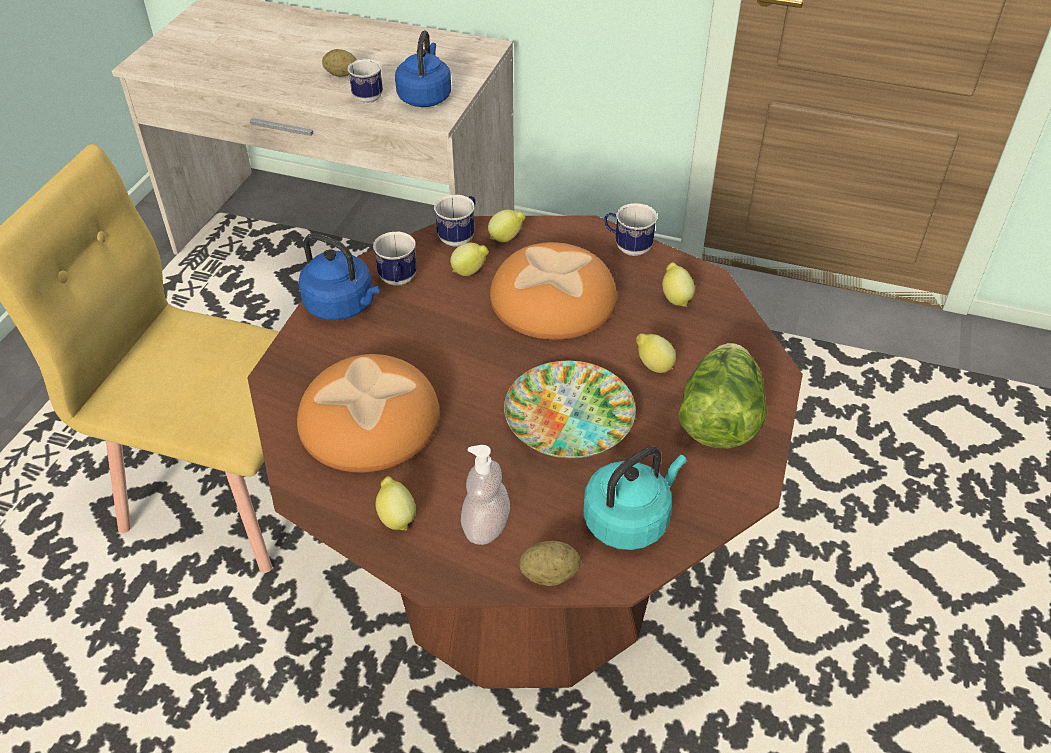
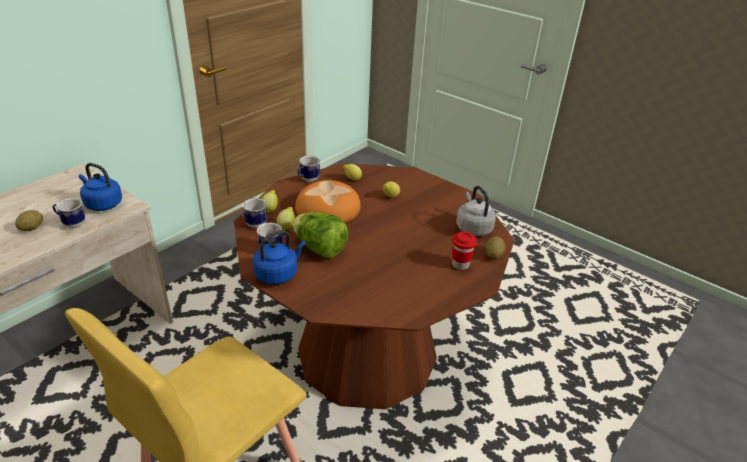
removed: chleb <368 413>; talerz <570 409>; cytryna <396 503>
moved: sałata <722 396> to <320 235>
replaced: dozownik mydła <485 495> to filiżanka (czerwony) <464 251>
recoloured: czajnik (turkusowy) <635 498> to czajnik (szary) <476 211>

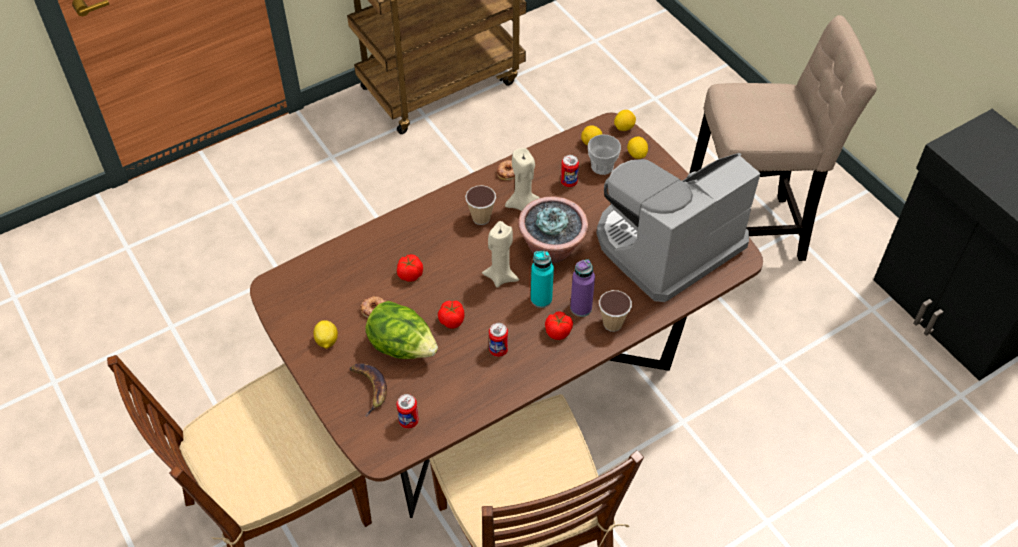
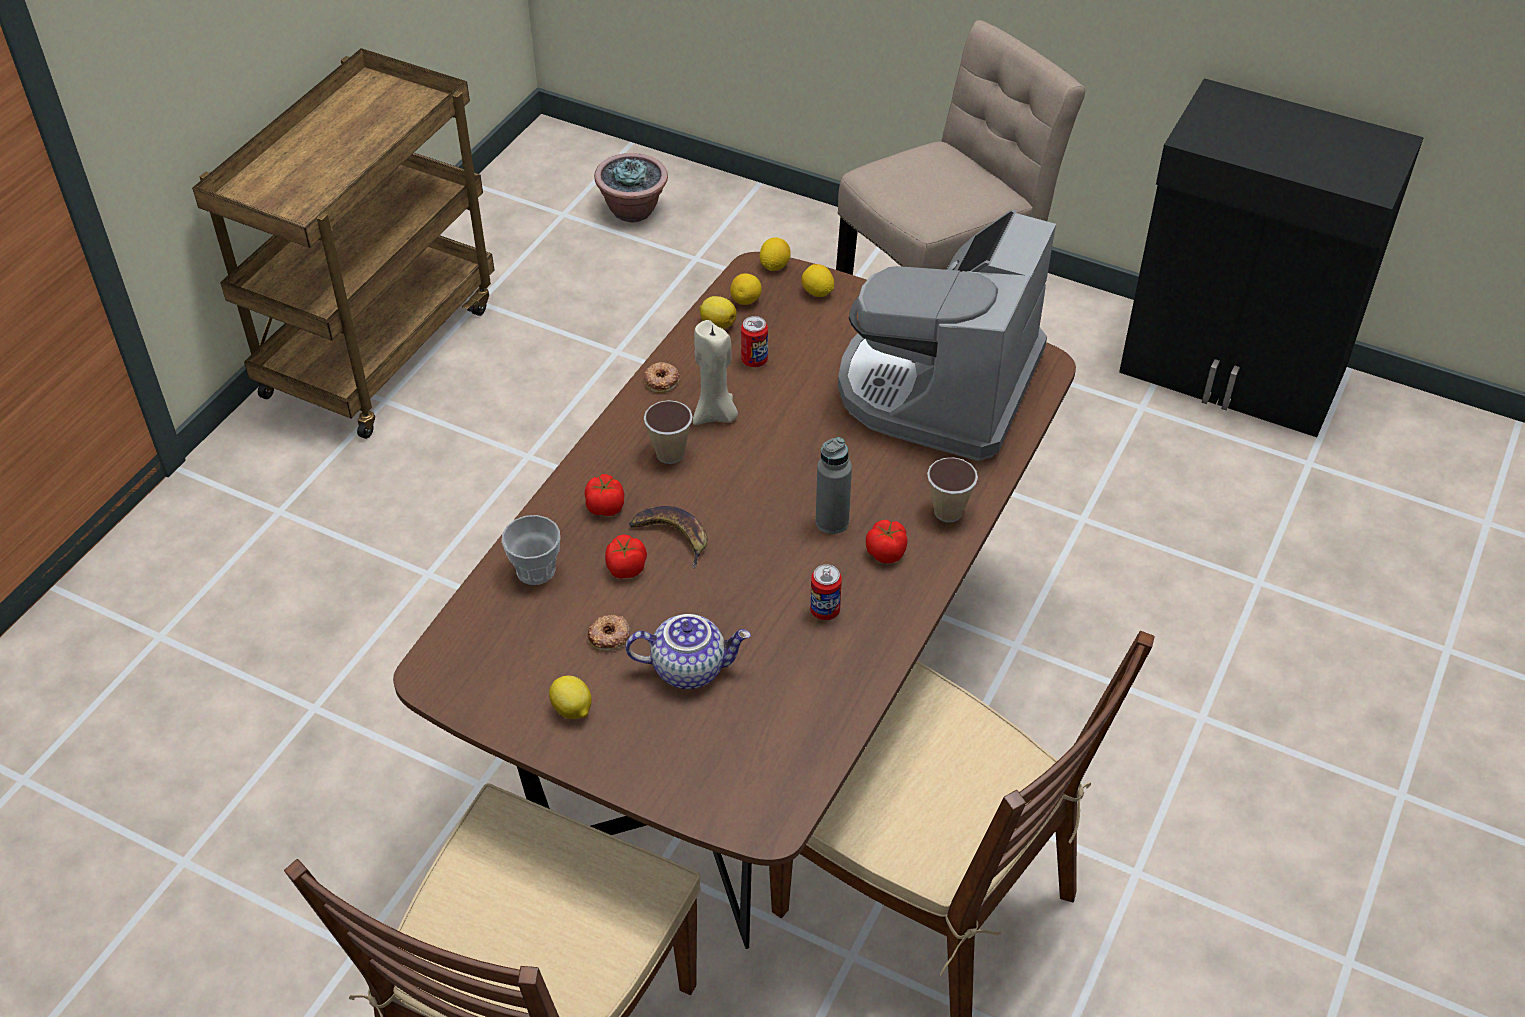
removed: świeca (beżowy) <500 254>; butelka (fioletowy) <582 288>; puszka <407 411>
added: cytryna <718 312>
moved: filiżanka <604 154> to <531 550>; roślina doniczkowa <553 229> to <631 188>; pomidor <451 314> to <604 495>; banan <368 390> to <668 537>
replaced: sałata <401 330> to imbryk <688 651>
recoloured: butelka (turkusowy) <542 279> to butelka (szary) <834 485>

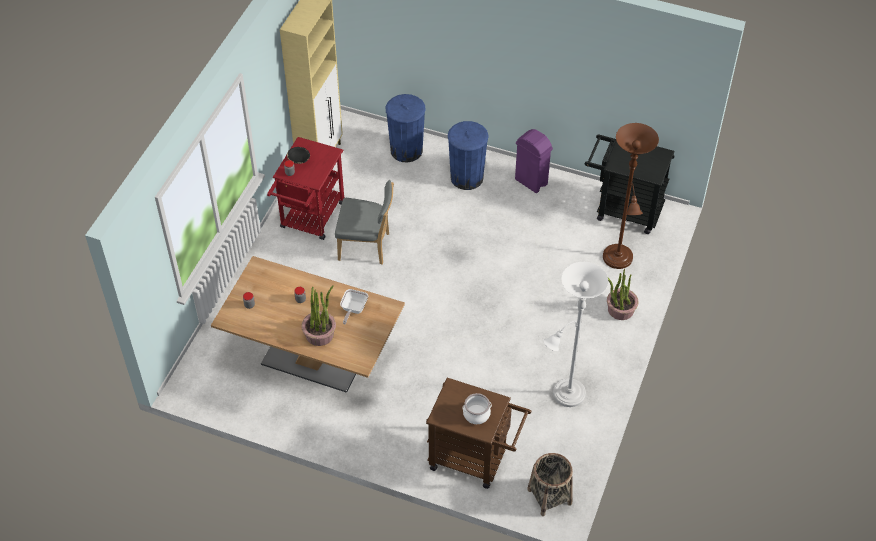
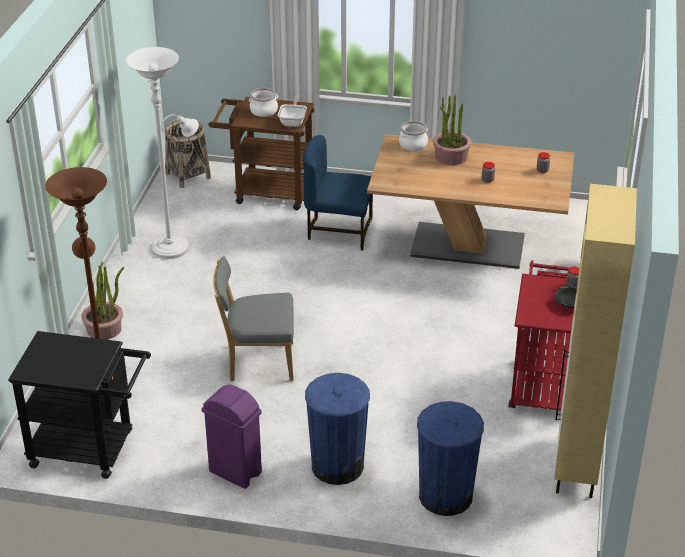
added: garnek <413 136>; krzesło (niebieski) <338 193>
moved: krzesło (szary) <364 222> to <253 318>; patelnia <354 306> to <292 111>

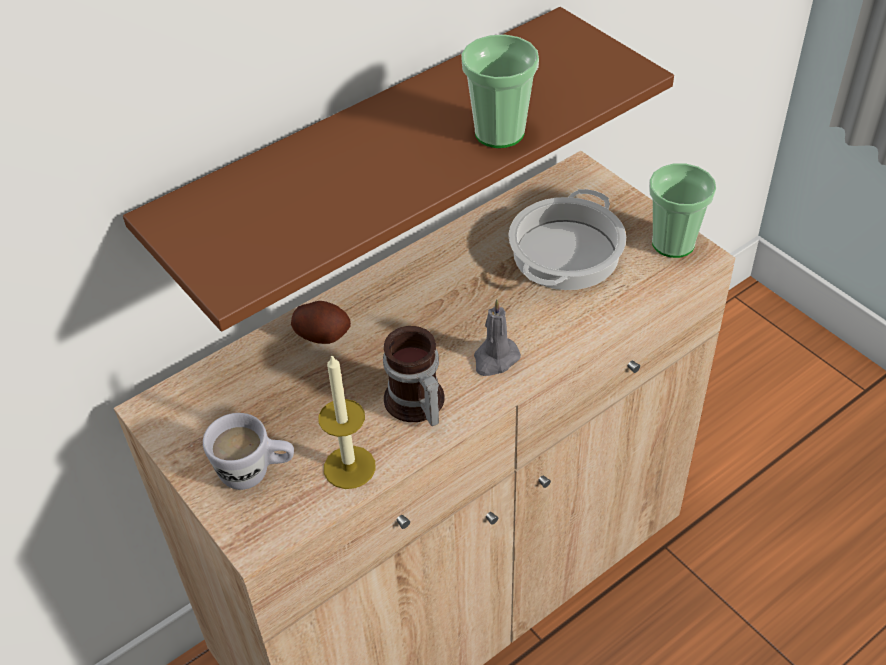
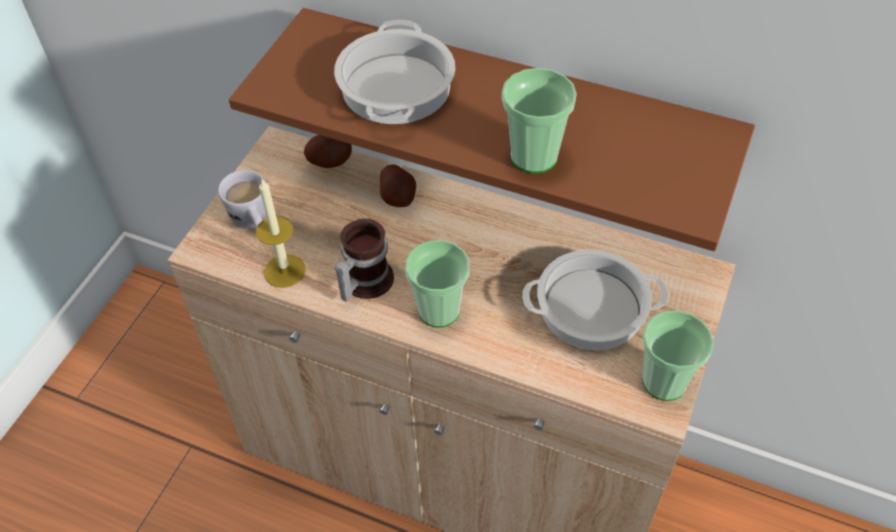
added: garnek <394 72>; ziemniak <328 151>
replaced: świeca (szary) <497 337> to filiżanka <437 283>

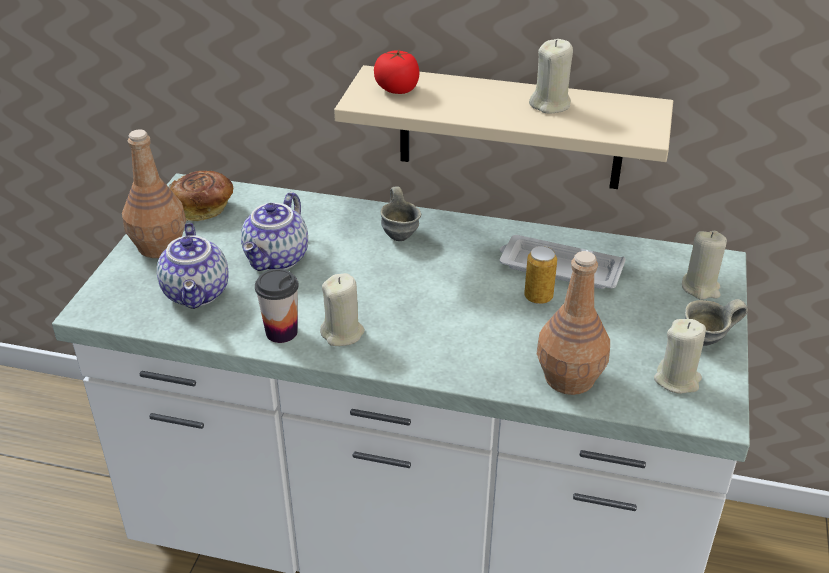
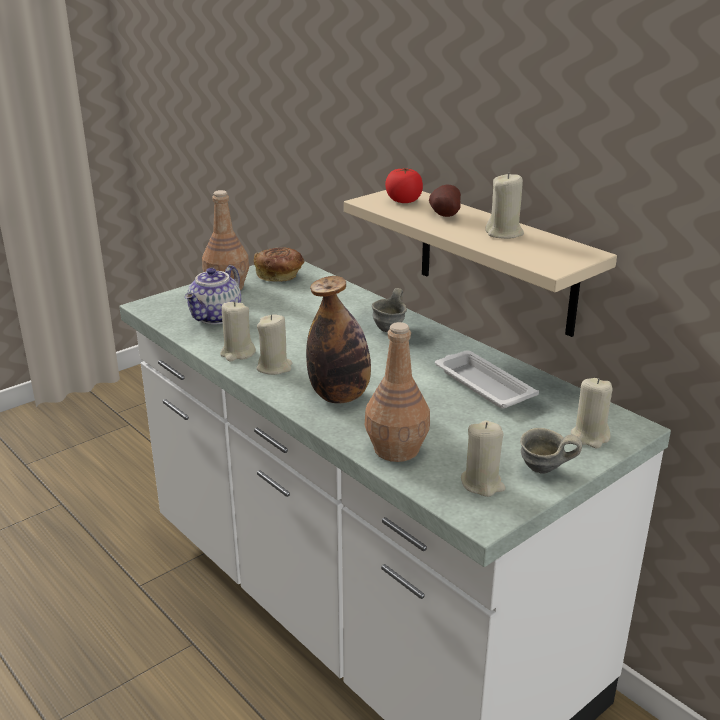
removed: imbryk <274 231>; puszka <540 275>
added: ziemniak <445 201>; butelka <338 340>
replaced: filiżanka <277 306> to świeca (beżowy) <238 331>

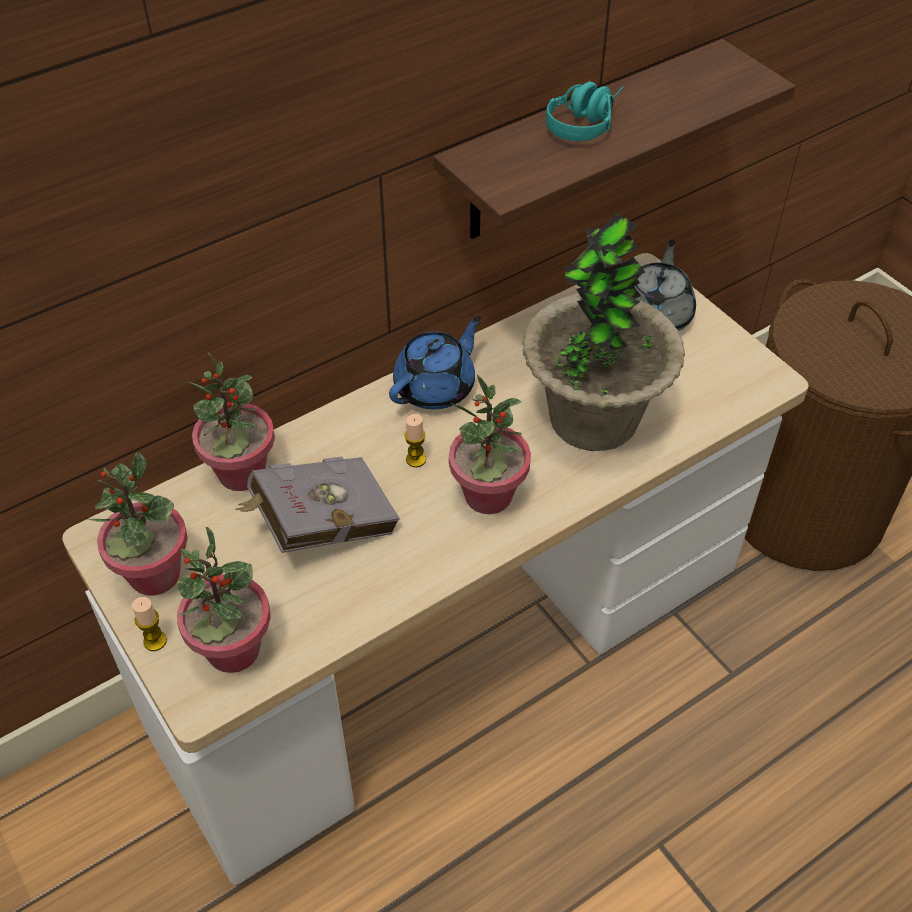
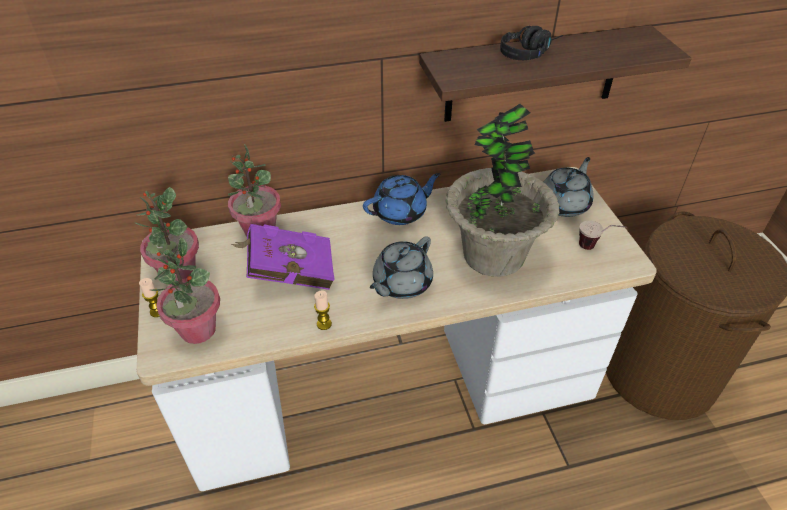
added: filiżanka <603 235>
moved: świeca <415 441> to <323 310>
replaced: roślina doniczkowa <490 444> to imbryk (szary) <401 267>
recoloured: słuchawki (turkusowy) <585 111> to słuchawki (czarny) <531 43>; książka (szary) <317 505> to książka (fioletowy) <283 257>

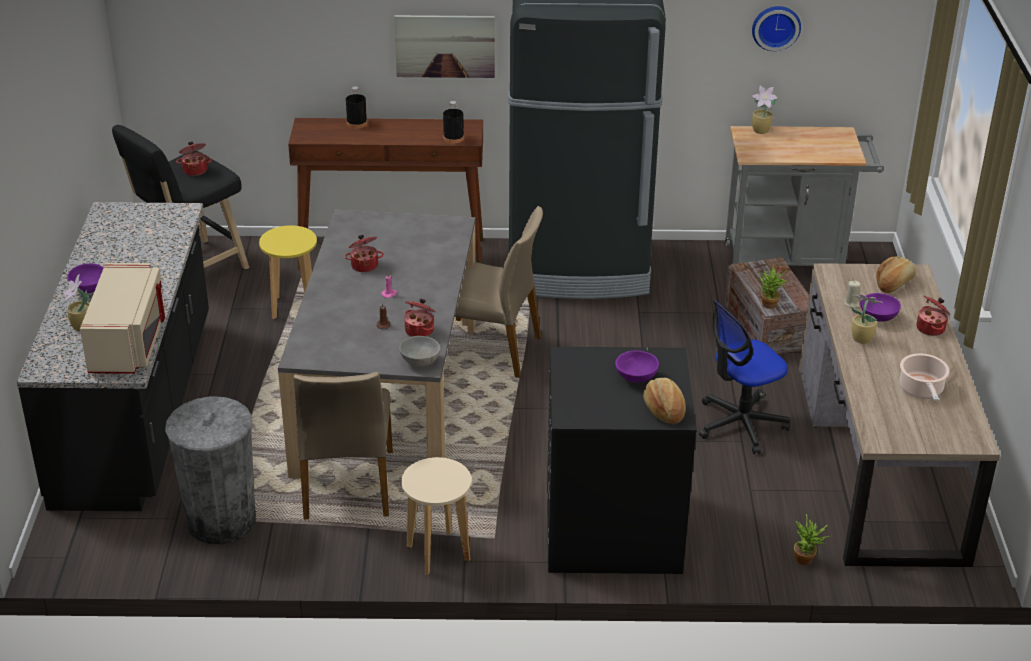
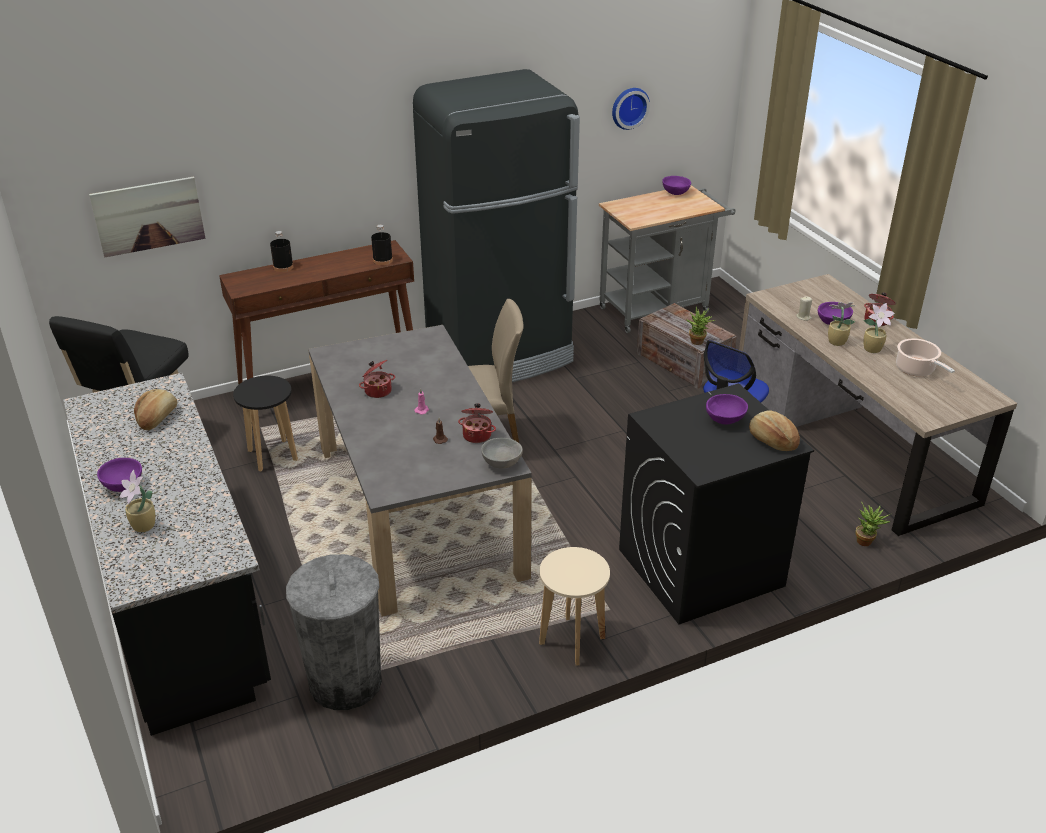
removed: garnek <194 158>; mikrofalówka (beżowy) <122 318>; krzesło (beżowy) <343 445>
added: miska (fioletowy) <676 185>
moved: obraz <444 46> to <147 217>; roślina doniczkowa <765 110> to <879 328>; chleb <896 274> to <155 409>
recoloured: stołek (żółty) <288 272> to stołek (czarny) <265 423>

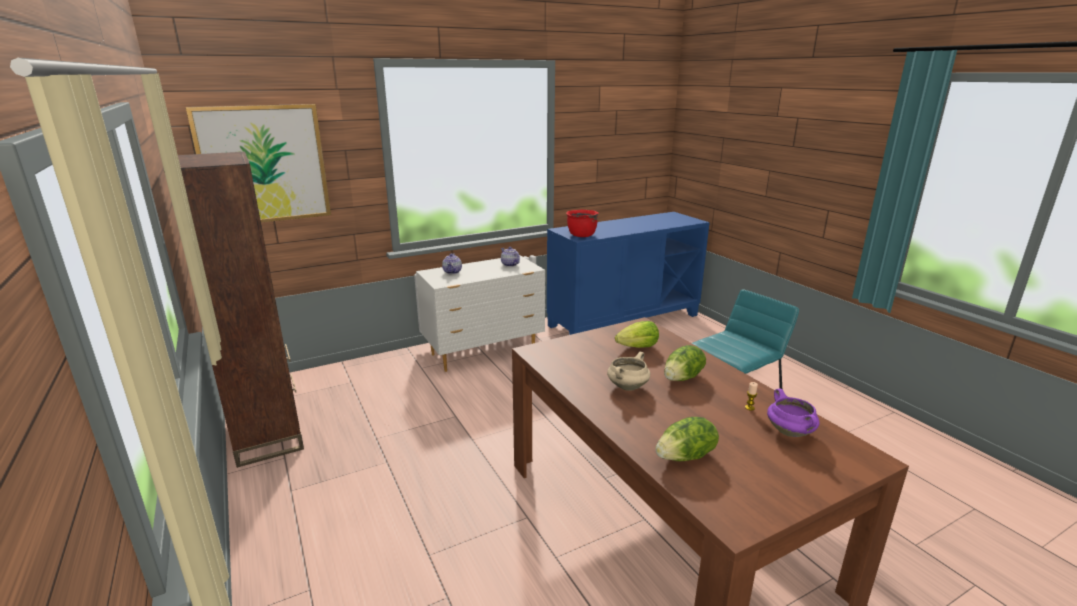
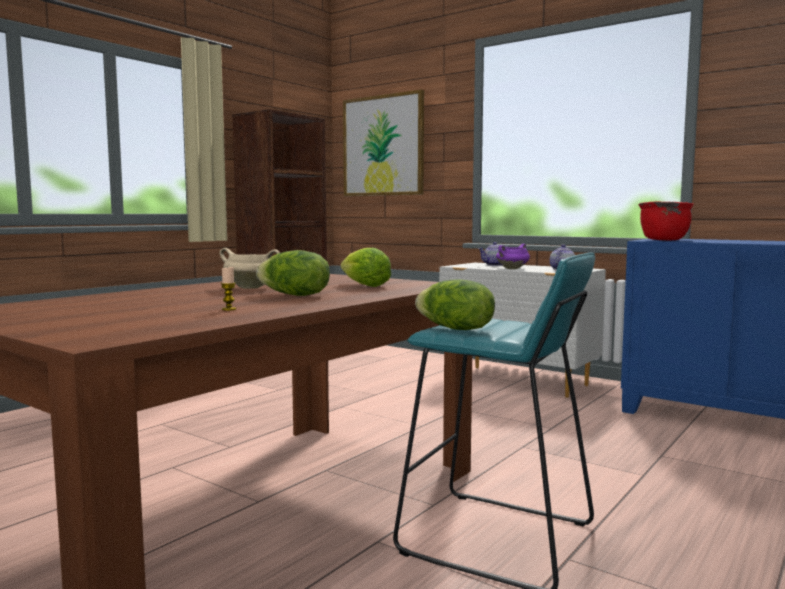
moved: garnek (fioletowy) <793 413> to <513 256>; sałata <687 439> to <455 304>

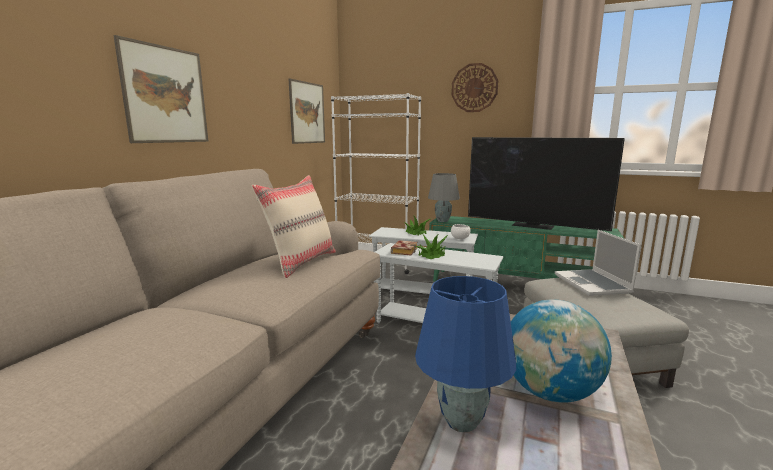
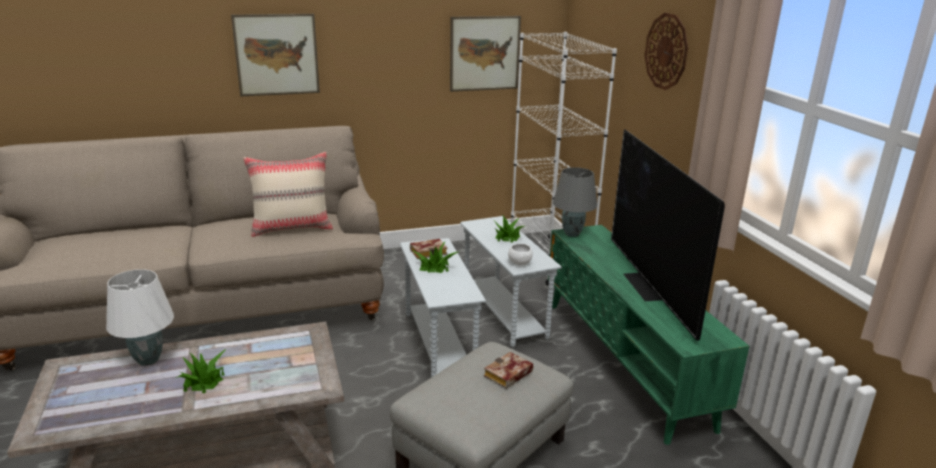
replaced: laptop <598 263> to książka <508 370>; globus <561 351> to roślina doniczkowa <201 371>
recoloured: lampa stołowa (niebieski) <465 354> to lampa stołowa (biały) <140 317>

